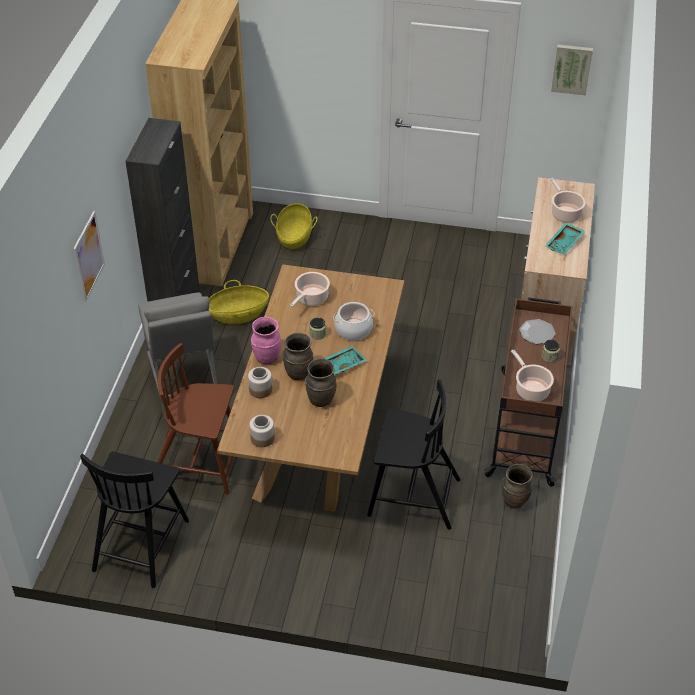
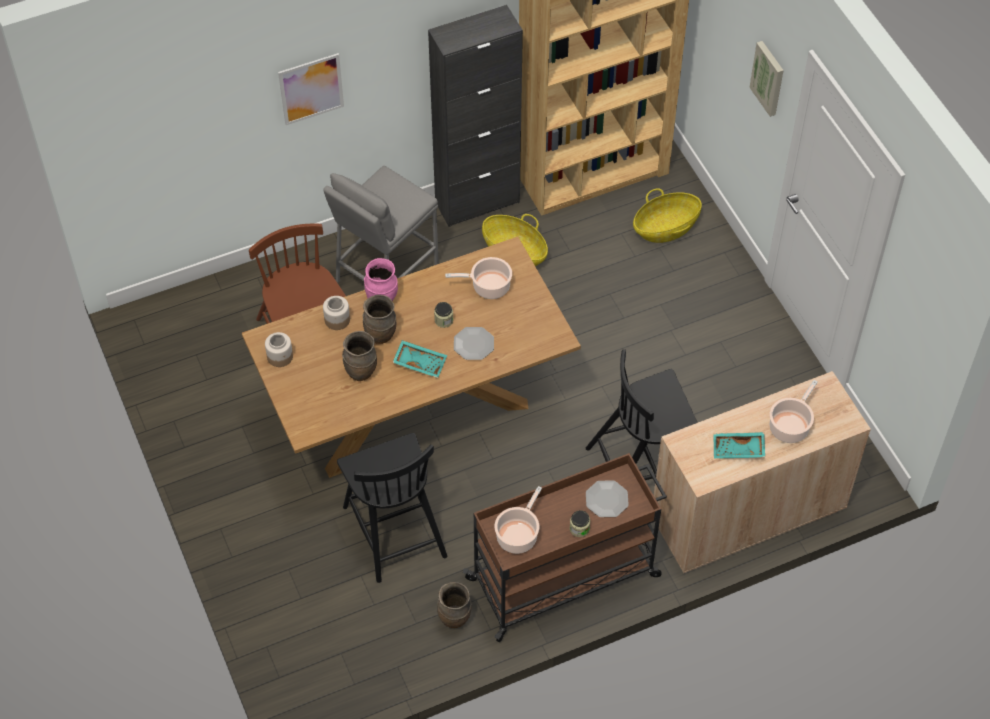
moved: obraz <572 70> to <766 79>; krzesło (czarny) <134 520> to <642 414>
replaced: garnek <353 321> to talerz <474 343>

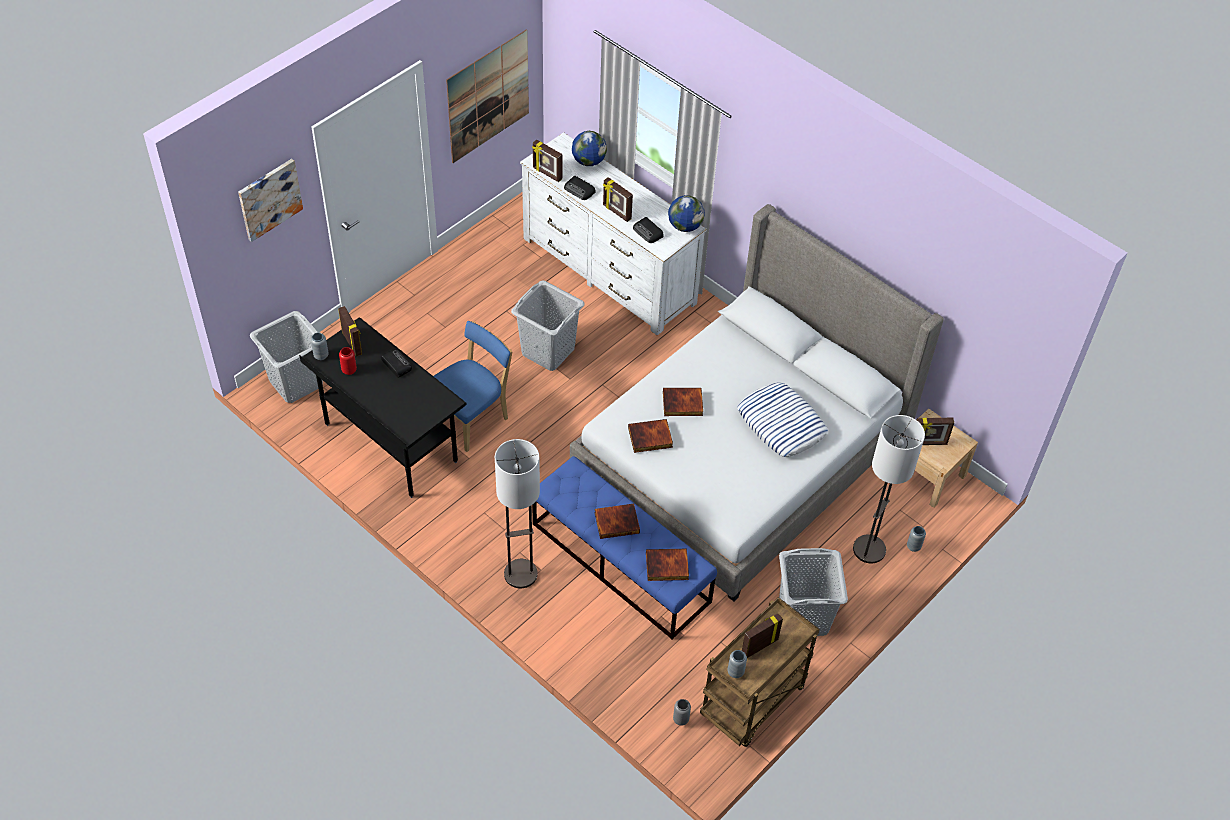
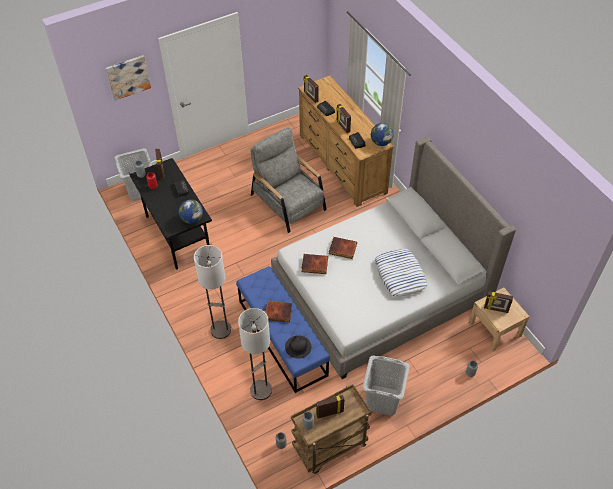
removed: obraz <487 96>; krzesło (niebieski) <473 386>
moved: globus <589 148> to <190 212>; lampa stojąca <889 489> to <255 354>
replaced: kosz na pranie (szary) <548 325> to fotel (szary) <289 180>; książka <667 565> to kapelusz (czarny) <298 347>
recoloured: komoda (biały) <613 234> to komoda (brązowy) <346 141>

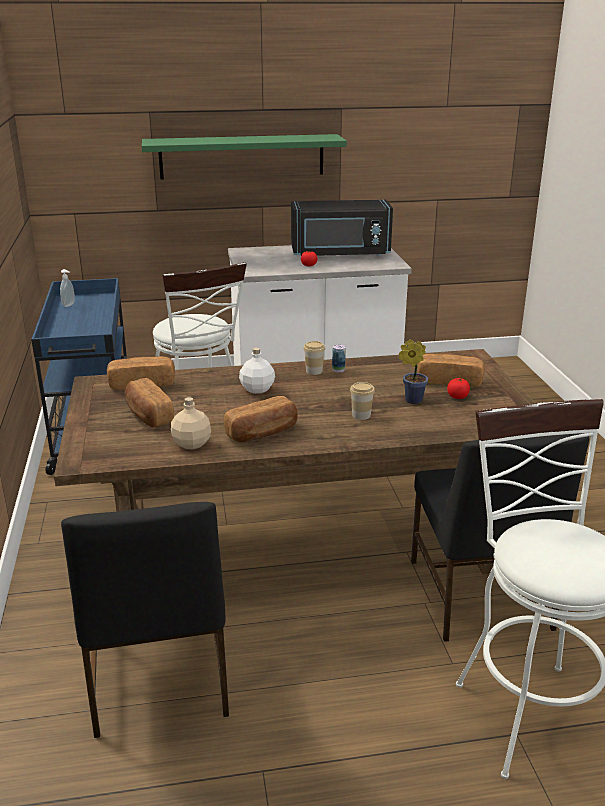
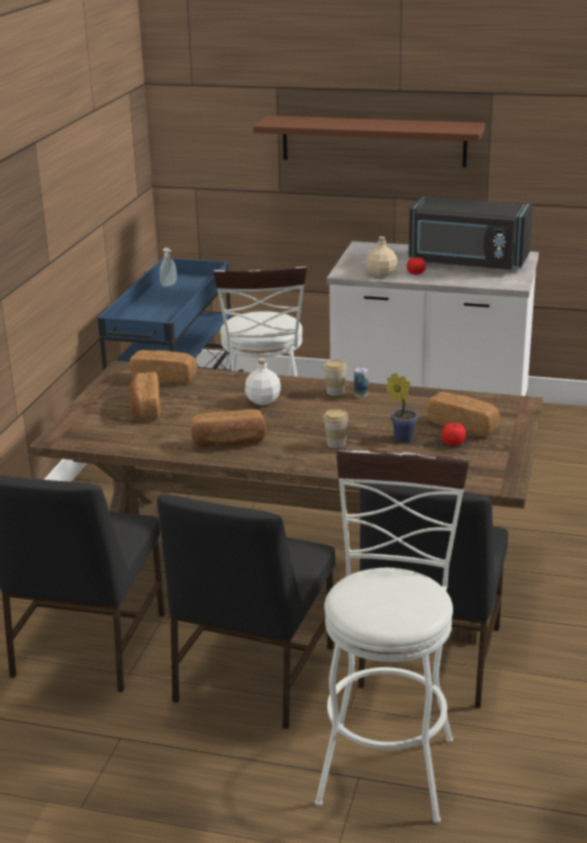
added: krzesło (czarny) <246 612>
moved: butelka (beżowy) <191 423> to <381 256>
recoloured: półka (zielony) <244 157> to półka (brązowy) <369 141>

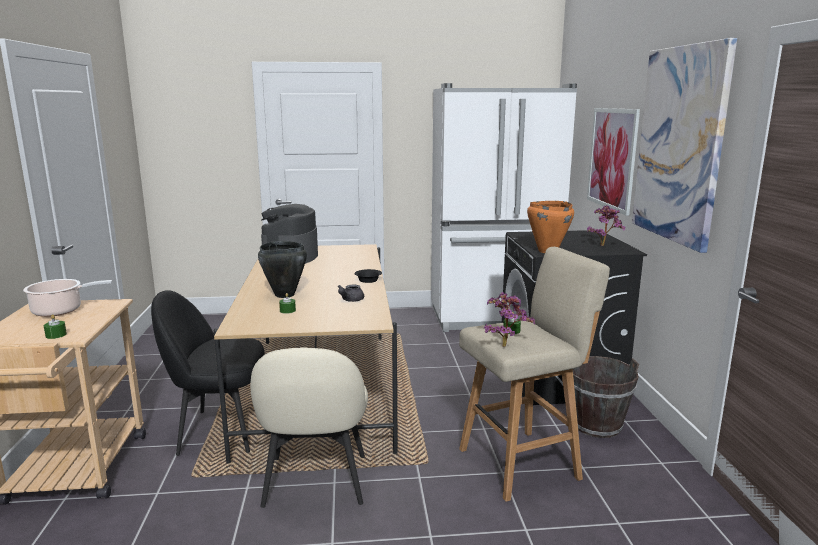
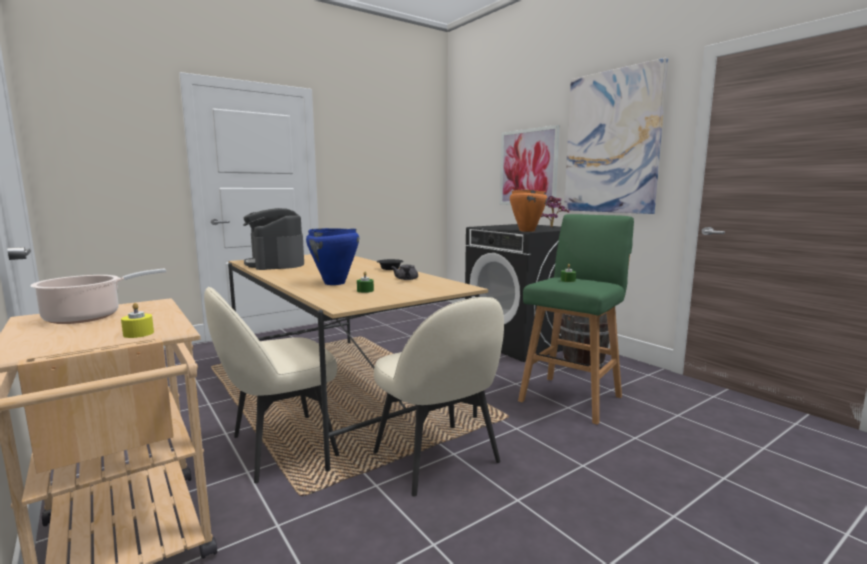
removed: lodówka (biały) <504 207>; roślina doniczkowa <509 319>
recoloured: garnek (czarny) <282 269> to garnek (niebieski) <332 256>; stołek (beżowy) <534 374> to stołek (zielony) <576 319>; krzesło (czarny) <208 373> to krzesło (beżowy) <271 385>; świeca (zielony) <55 326> to świeca (żółty) <137 320>

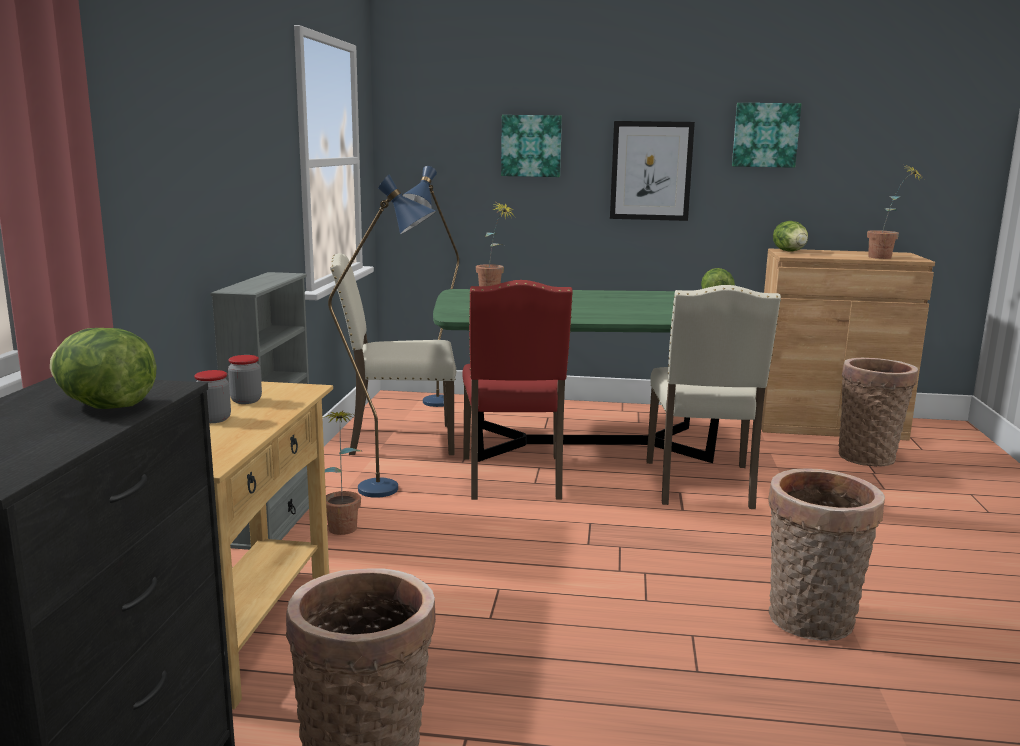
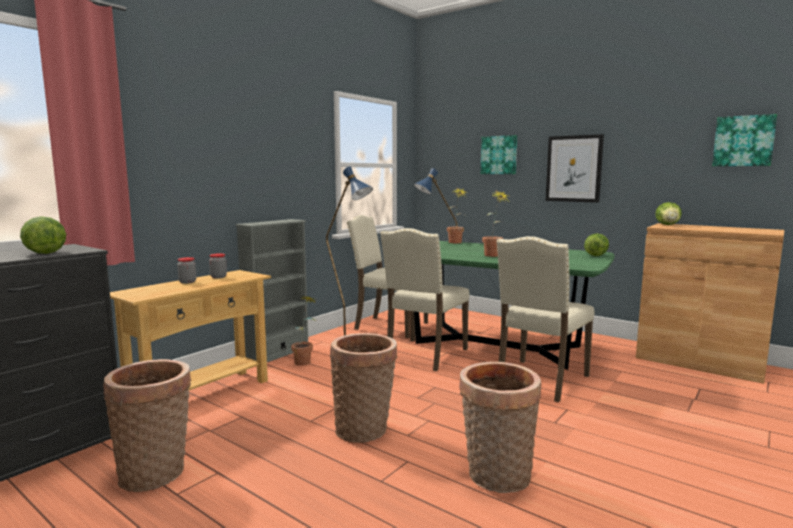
moved: obraz <766 135> to <744 140>; roślina doniczkowa <894 211> to <495 224>; koszyk <878 412> to <363 388>
recoloured: krzesło (czerwony) <517 390> to krzesło (beżowy) <425 299>

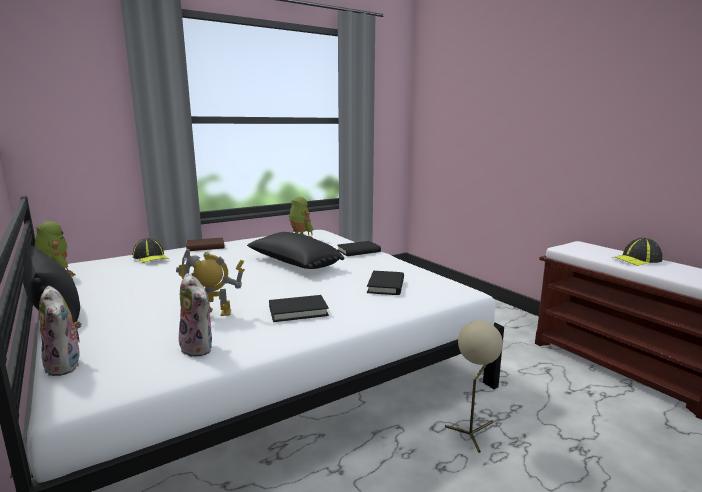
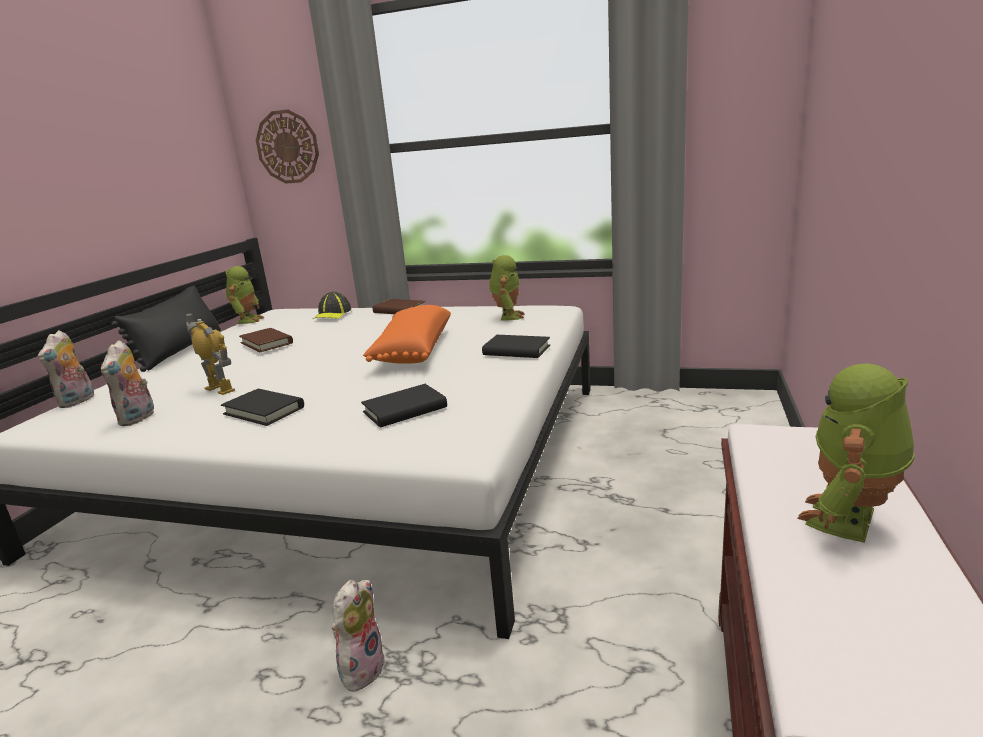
added: zegar ścienny <287 146>; książka (brązowy) <266 340>
replaced: czapka z daszkiem <637 252> to robot zabawkowy <855 453>; lampa stołowa (beżowy) <474 387> to pluszak <359 636>
recoloured: poduszka (czarny) <295 250> to poduszka (pomarańczowy) <407 334>

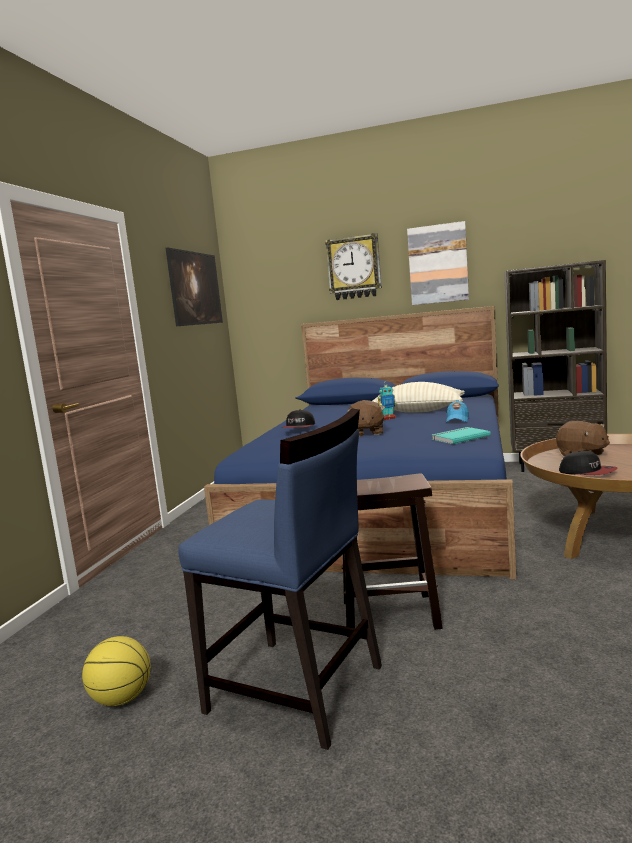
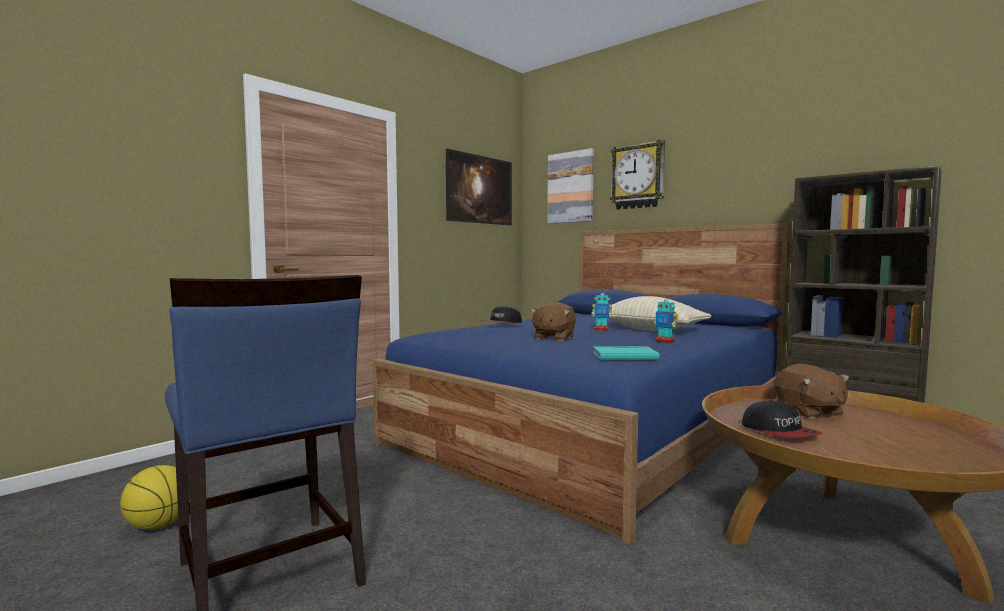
removed: stołek (brązowy) <392 555>
moved: obraz <438 263> to <570 186>
replaced: czapka z daszkiem (niebieski) <457 411> to robot zabawkowy <666 318>

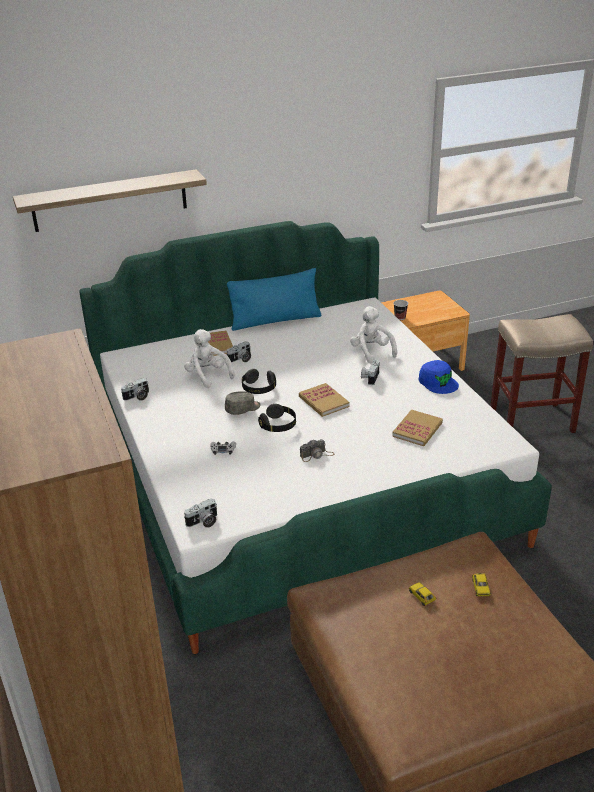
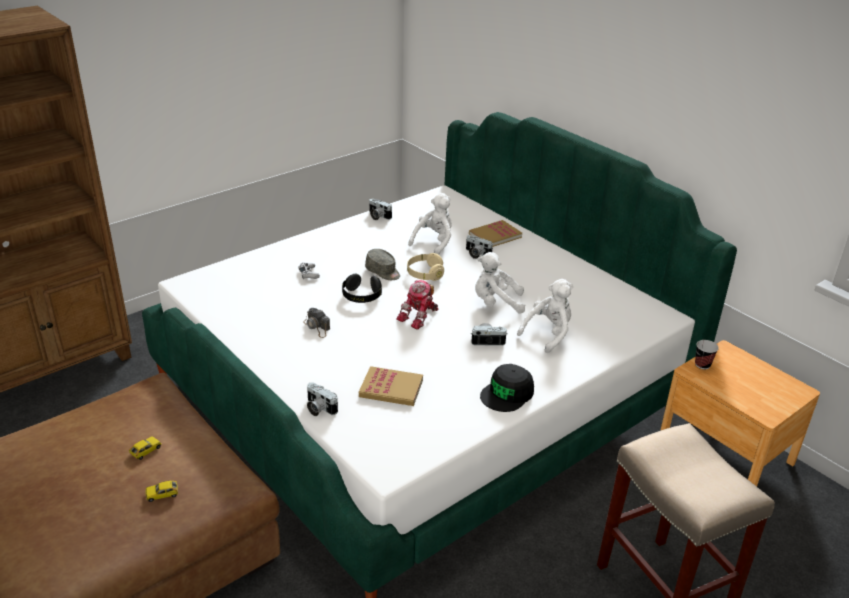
removed: półka <110 200>; poduszka (niebieski) <274 299>
added: pluszak (biały) <500 283>
moved: aparat fotograficzny <200 513> to <322 399>
replaced: książka <324 400> to robot zabawkowy <417 305>
recoloured: czapka z daszkiem (niebieski) <438 377> to czapka z daszkiem (czarny) <507 388>; słuchawki (czarny) <259 381> to słuchawki (beżowy) <425 267>

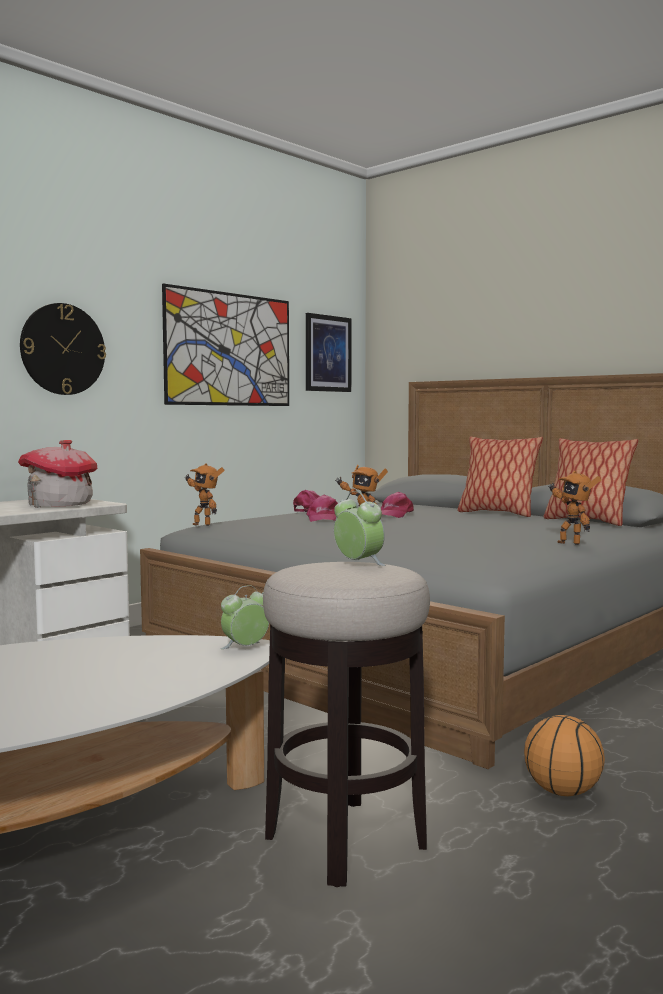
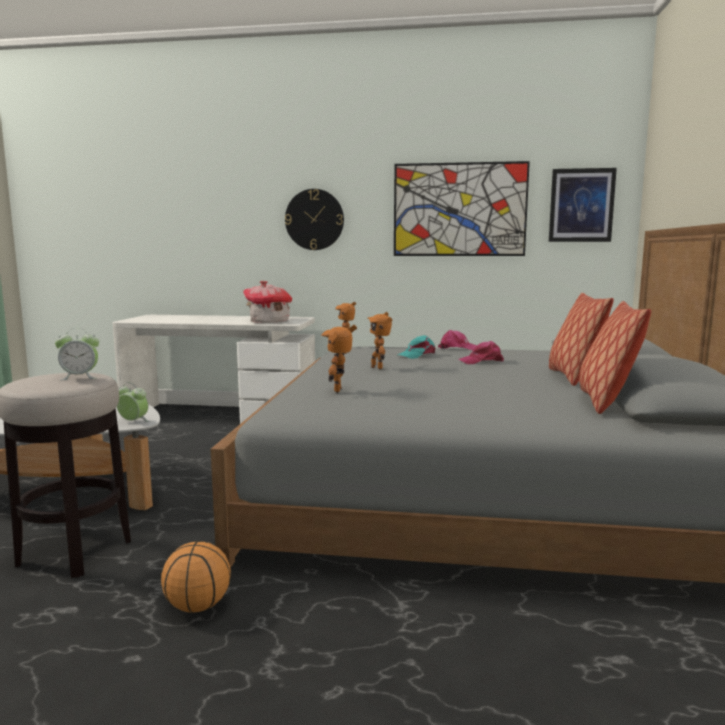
moved: robot zabawkowy <574 508> to <339 359>
recoloured: czapka z daszkiem (różowy) <322 508> to czapka z daszkiem (turkusowy) <416 347>
turned: budzik <359 528> = <77 354> 60 degrees clockwise

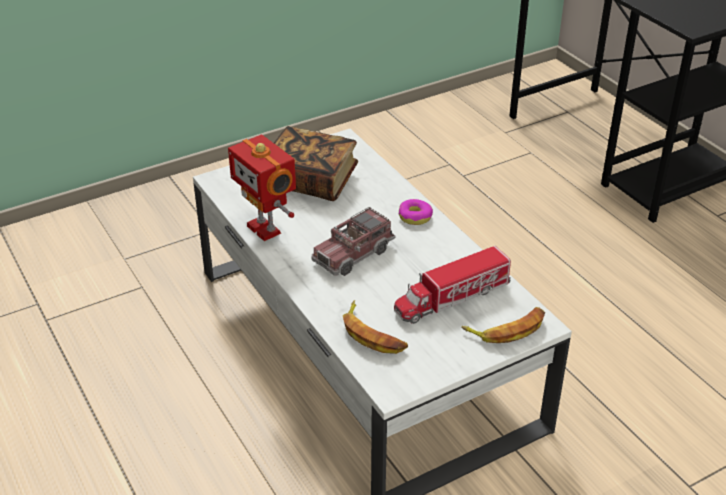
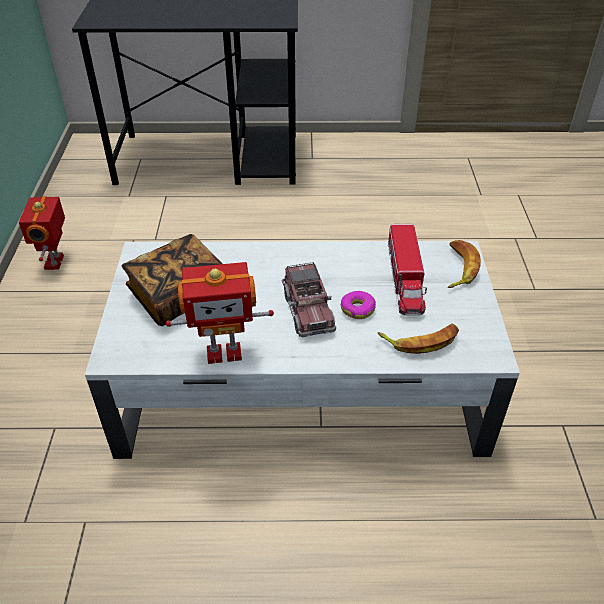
added: robot zabawkowy <42 233>
moved: donut <416 212> to <358 305>

